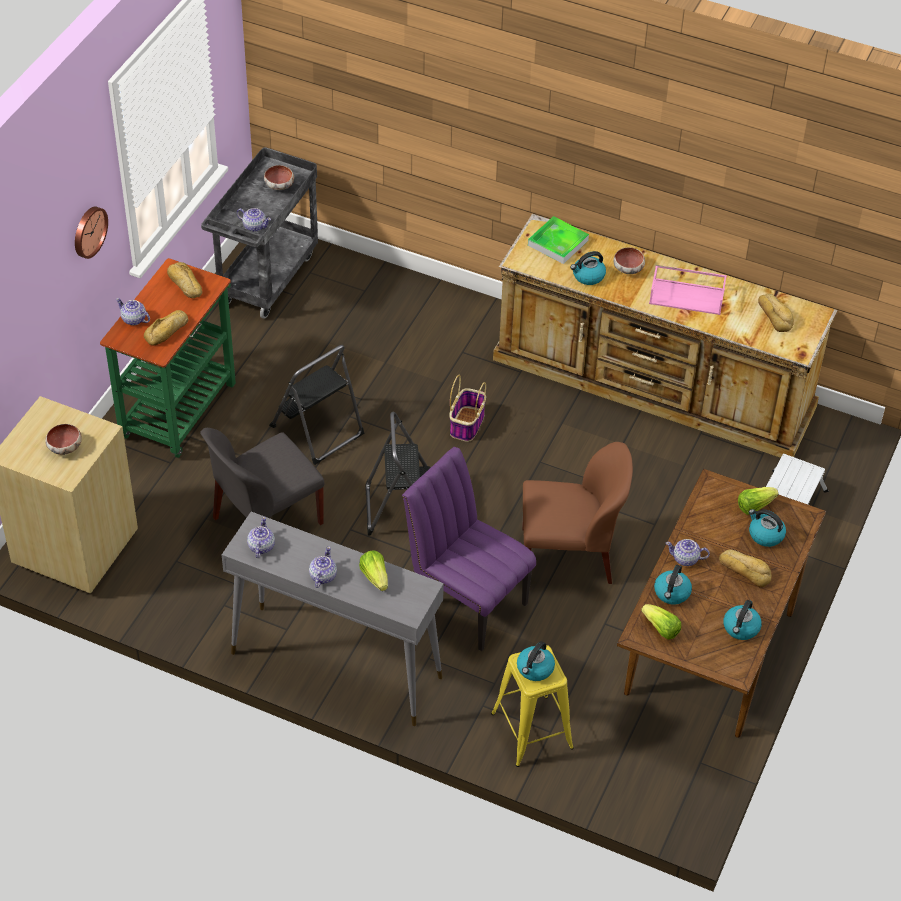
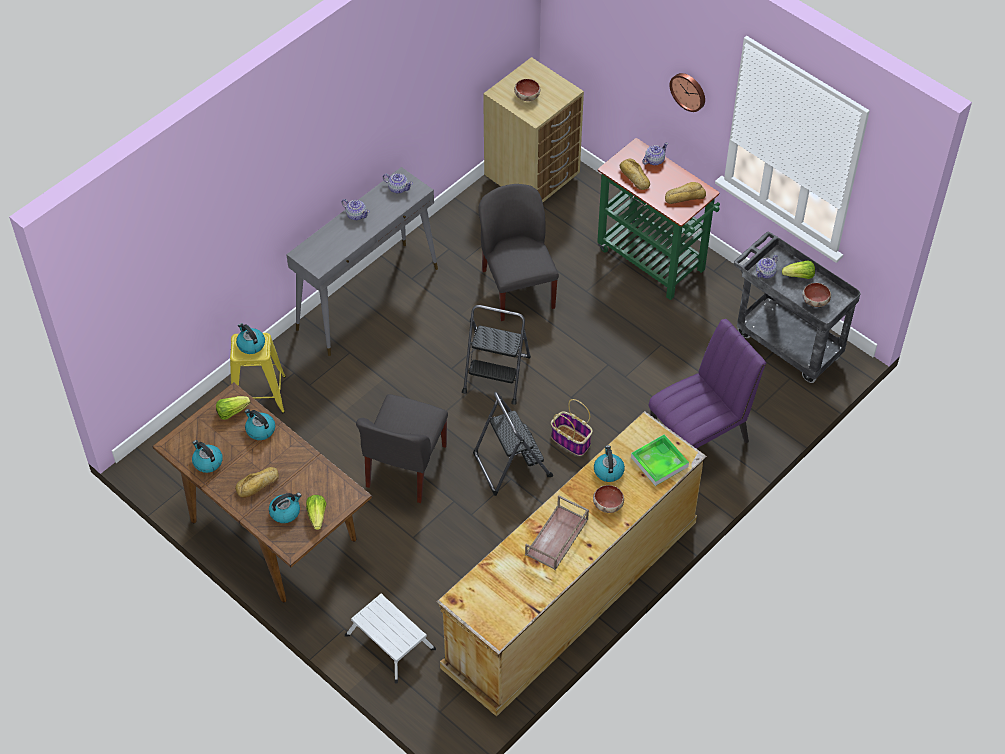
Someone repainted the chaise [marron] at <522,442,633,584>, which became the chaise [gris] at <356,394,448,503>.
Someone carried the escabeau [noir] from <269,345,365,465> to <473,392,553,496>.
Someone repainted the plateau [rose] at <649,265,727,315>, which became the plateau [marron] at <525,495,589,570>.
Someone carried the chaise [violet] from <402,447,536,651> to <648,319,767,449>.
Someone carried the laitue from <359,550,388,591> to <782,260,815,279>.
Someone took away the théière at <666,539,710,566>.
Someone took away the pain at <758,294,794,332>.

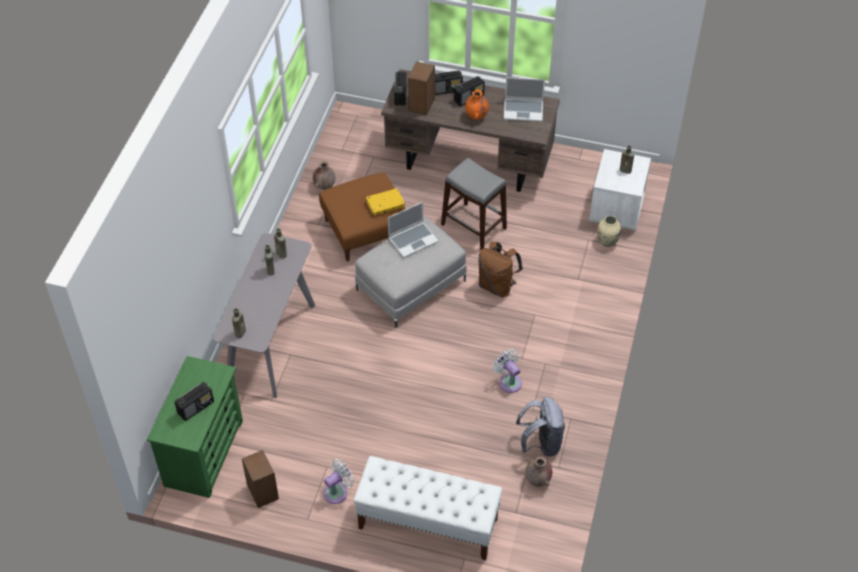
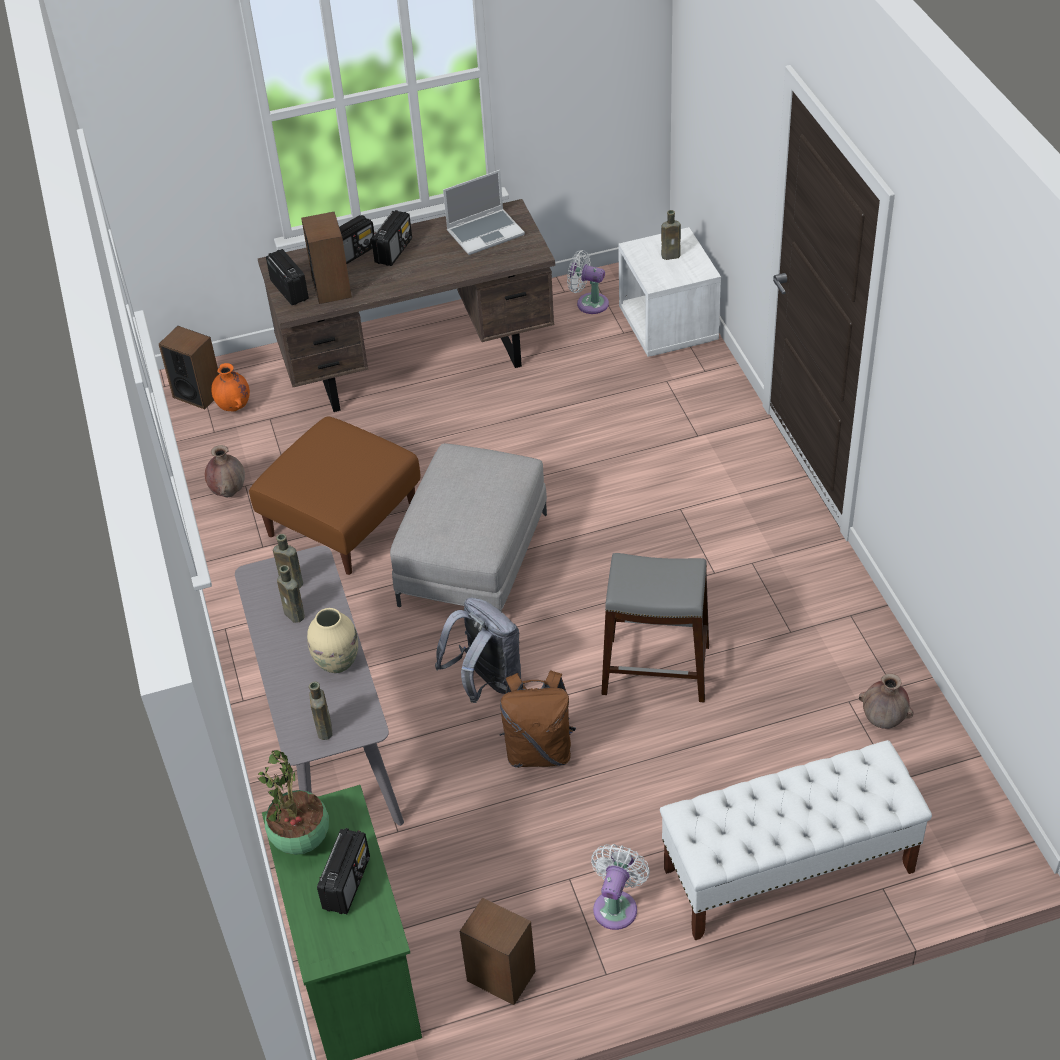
Someone put down the enceinte at <159,326,219,410>.
Someone carried the vase [orange] from <465,90,489,120> to <211,363,250,412>.
Someone put down the plante en pot at <258,750,329,855>.
Someone carried the vase [beige] from <597,216,621,247> to <307,608,358,673>.
Someone carried the sac à dos [gris] from <516,397,565,457> to <435,598,521,703>.
Someone carried the sac à dos [marron] from <479,242,523,297> to <500,670,576,768>.
Someone carried the ventilateur [blanc] from <493,349,522,393> to <567,250,609,314>.
Someone carried the tabouret [gris] from <441,158,507,250> to <601,553,709,702>.
Someone took away the livre [jaune] at <366,189,405,216>.
Someone took away the ordinateur portable at <388,202,439,258>.

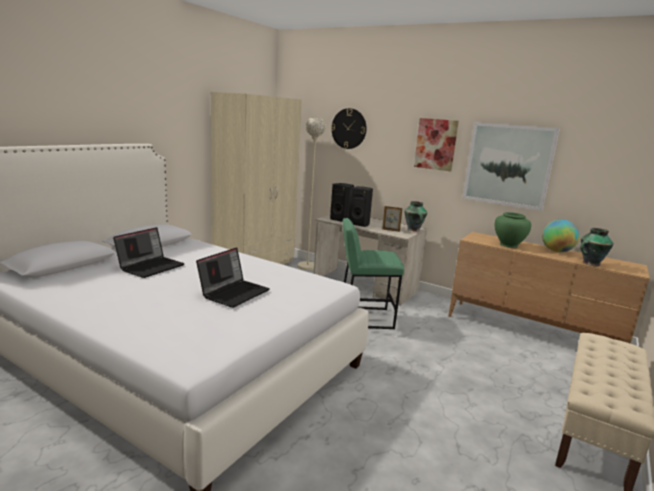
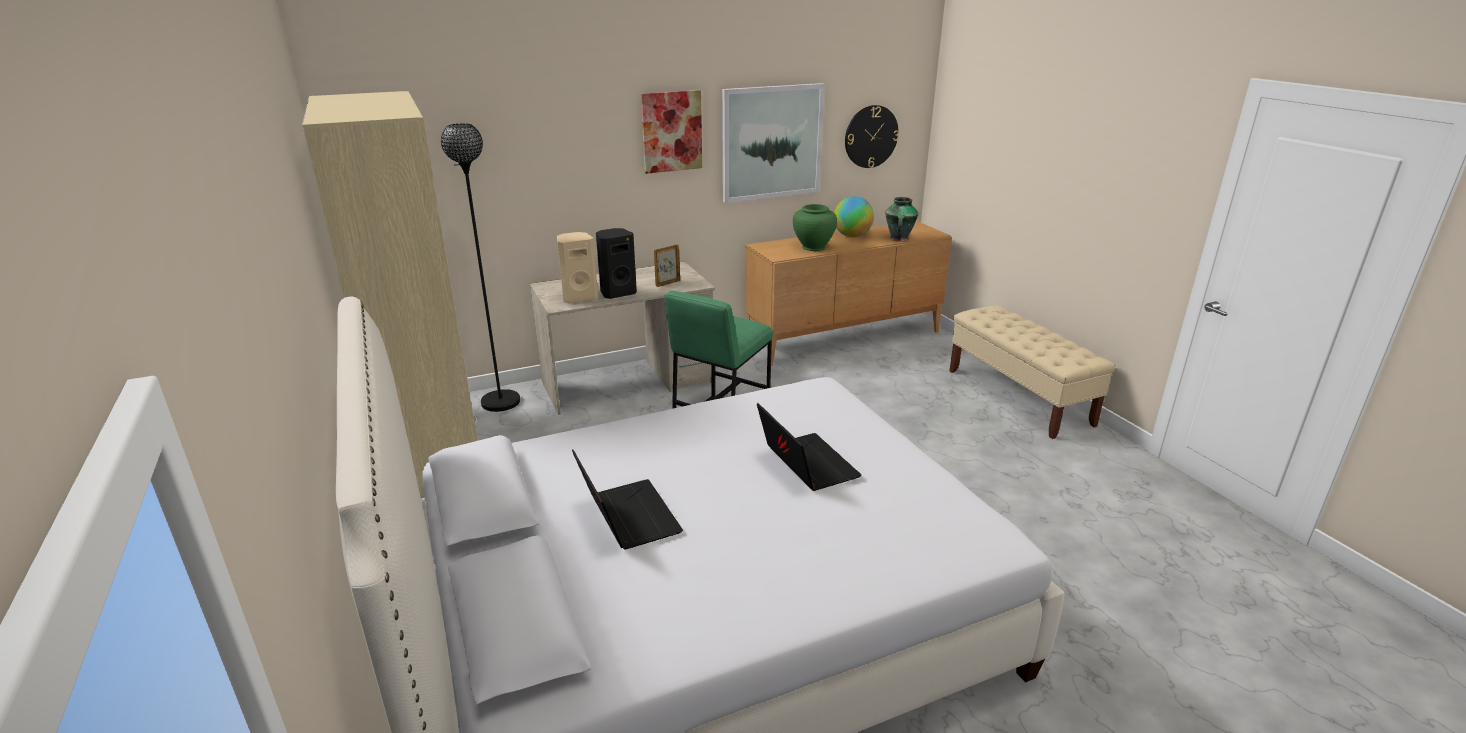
Someone repainted the lampadaire [beige] at <297,118,326,270>, which became the lampadaire [noir] at <441,123,520,412>.
Someone repainted the enceinte [noir] at <330,183,354,222>, which became the enceinte [beige] at <557,232,598,303>.
Someone carried the horloge murale from <331,108,367,149> to <845,105,899,168>.
Someone took away the vase at <404,201,427,232>.

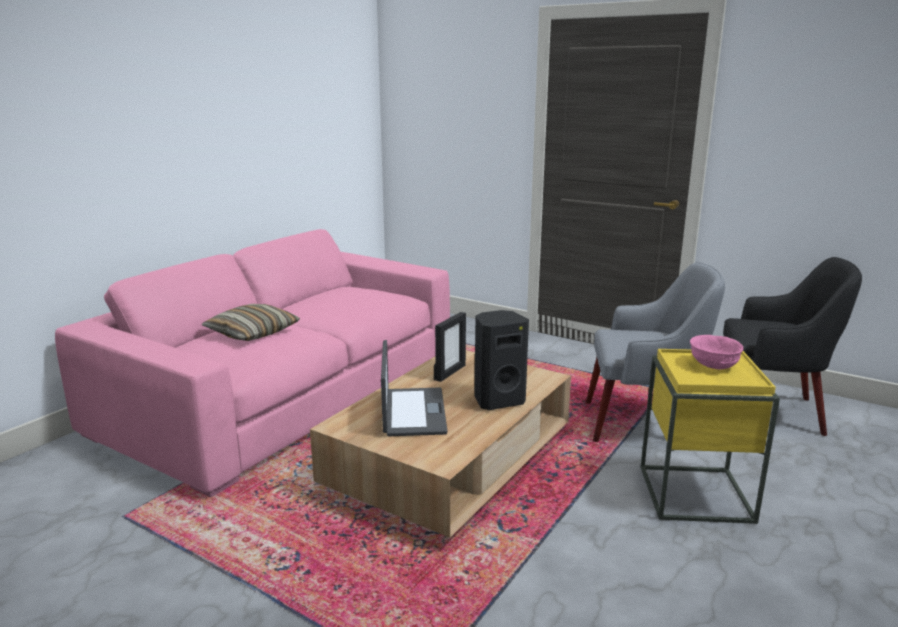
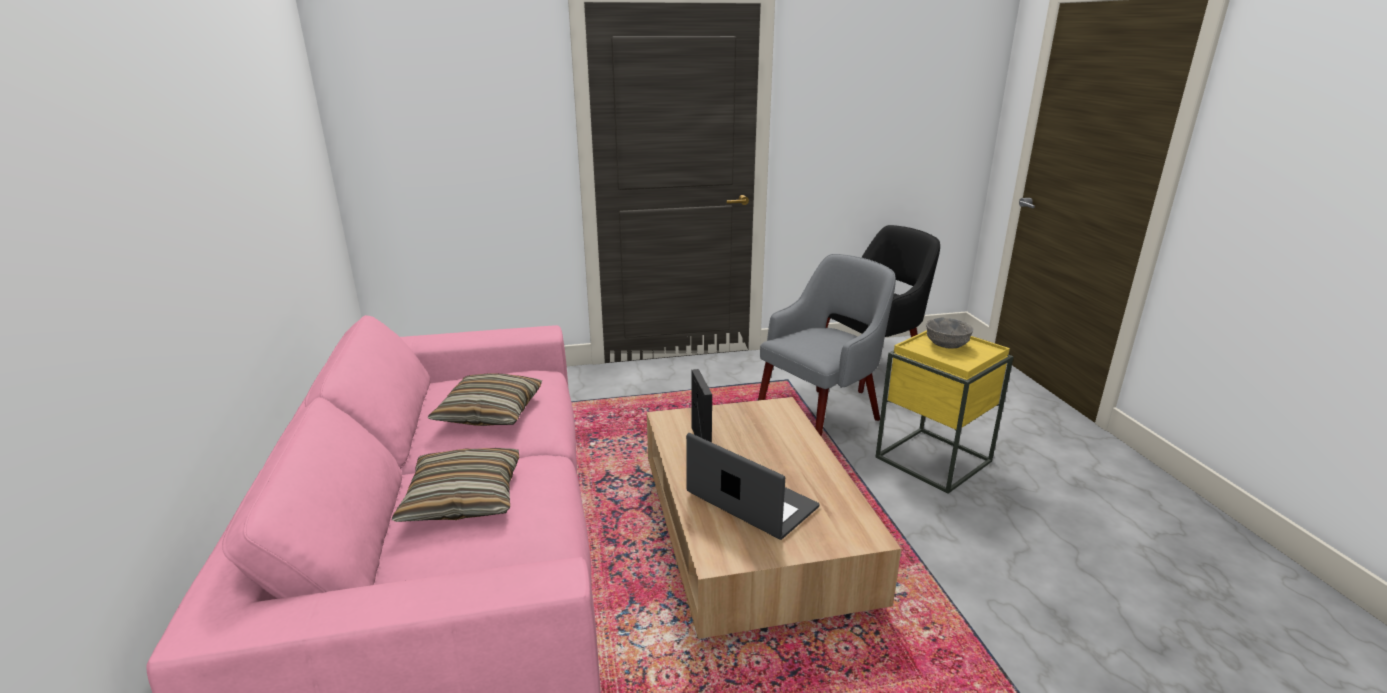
Someone put down the coussin at <428,373,542,426>.
Someone repainted the bol [rose] at <690,335,743,369>, which became the bol [gris] at <926,317,974,349>.
Someone took away the enceinte [noir] at <474,310,529,410>.

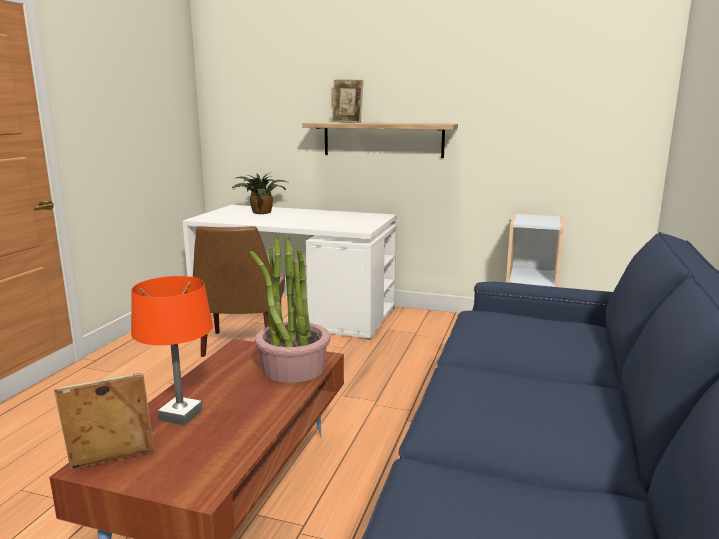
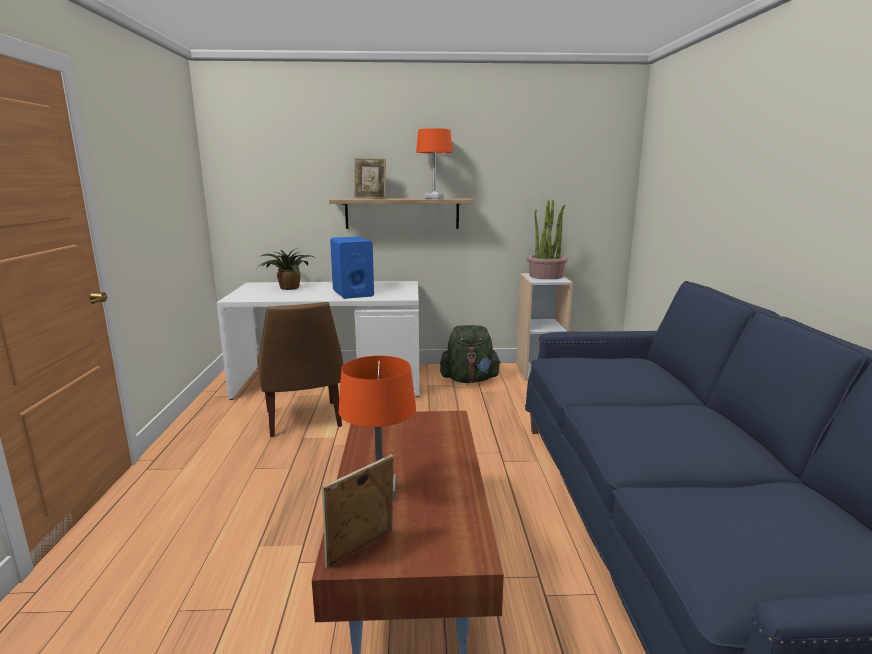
Someone put down the enceinte [bleu] at <330,237,374,299>.
Someone put down the lampe de table [orange] at <416,128,452,199>.
Someone put down the sac à dos [vert] at <440,325,501,383>.
Someone carried the plante en pot from <250,235,330,383> to <527,200,568,279>.

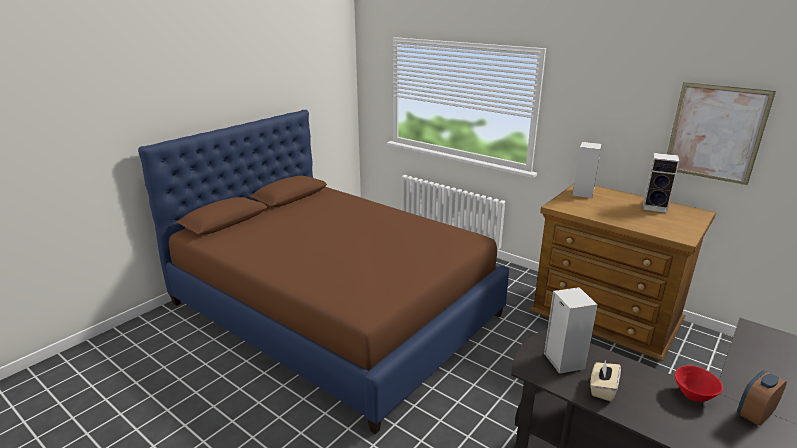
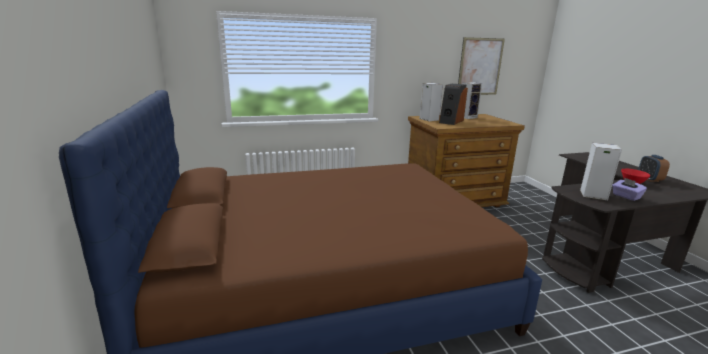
Someone put down the enceinte at <439,84,468,125>.
Someone repainted the boîte à mouchoirs [beige] at <590,360,621,401>, which became the boîte à mouchoirs [violet] at <612,177,647,201>.

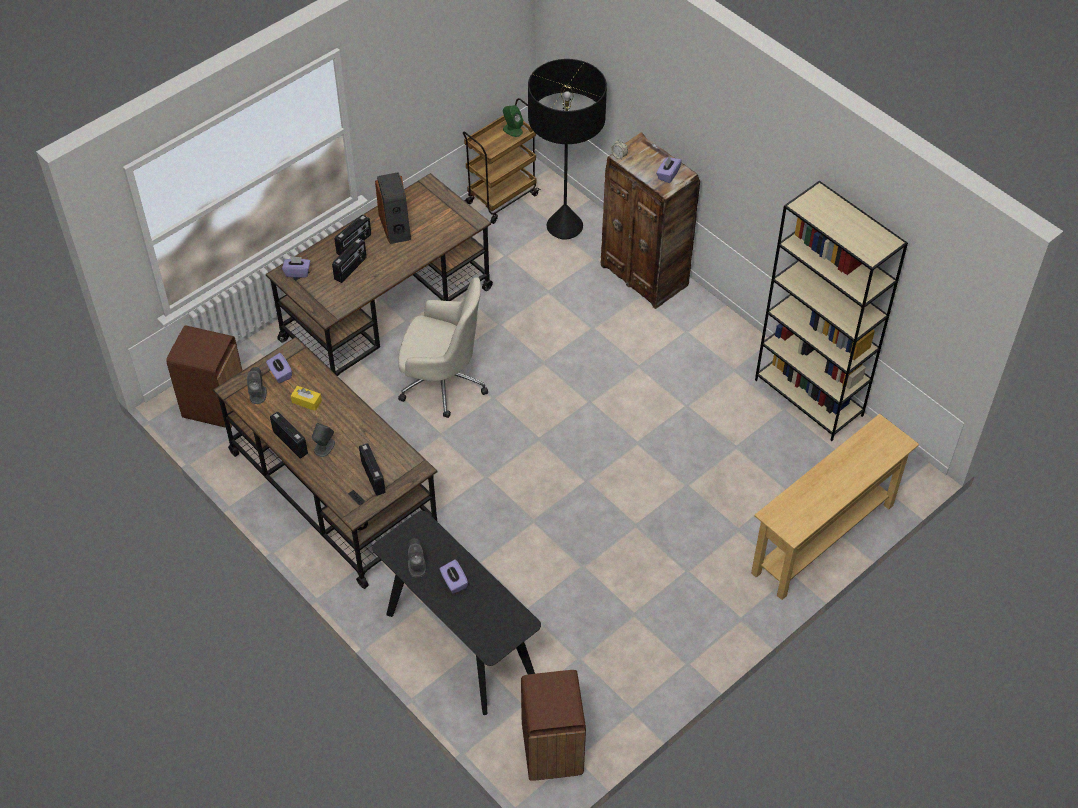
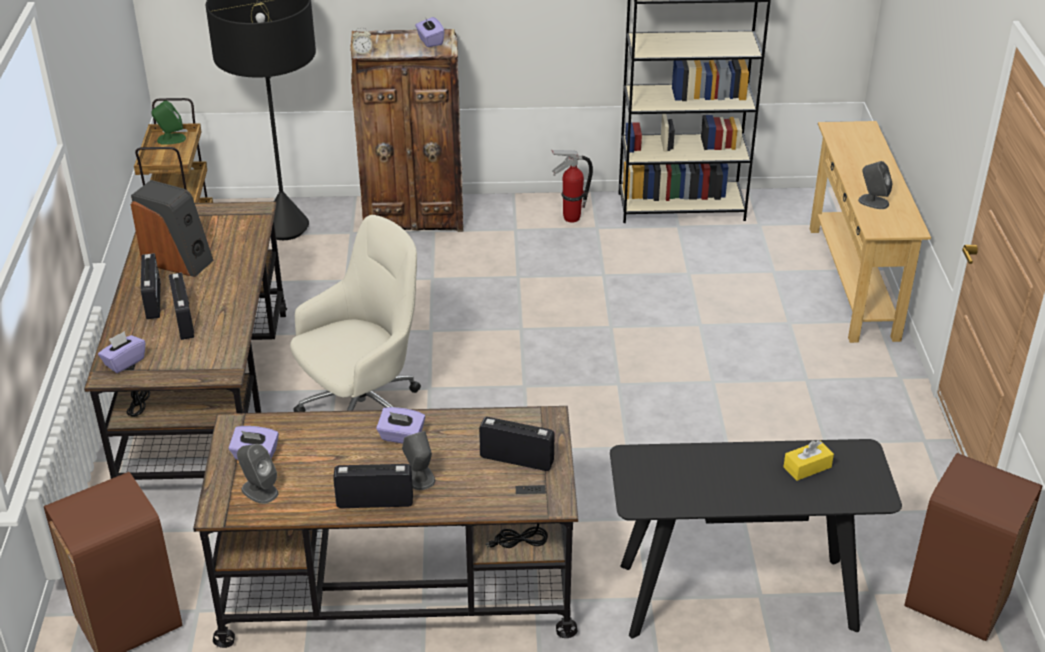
Someone carried the boîte à mouchoirs [violet] from <440,559,468,594> to <376,407,425,444>.
Someone put down the extincteur at <552,150,593,223>.
Someone carried the boîte à mouchoirs [jaune] from <291,386,322,411> to <783,440,834,481>.
Someone carried the enceinte [gris] from <408,538,426,577> to <858,161,893,209>.

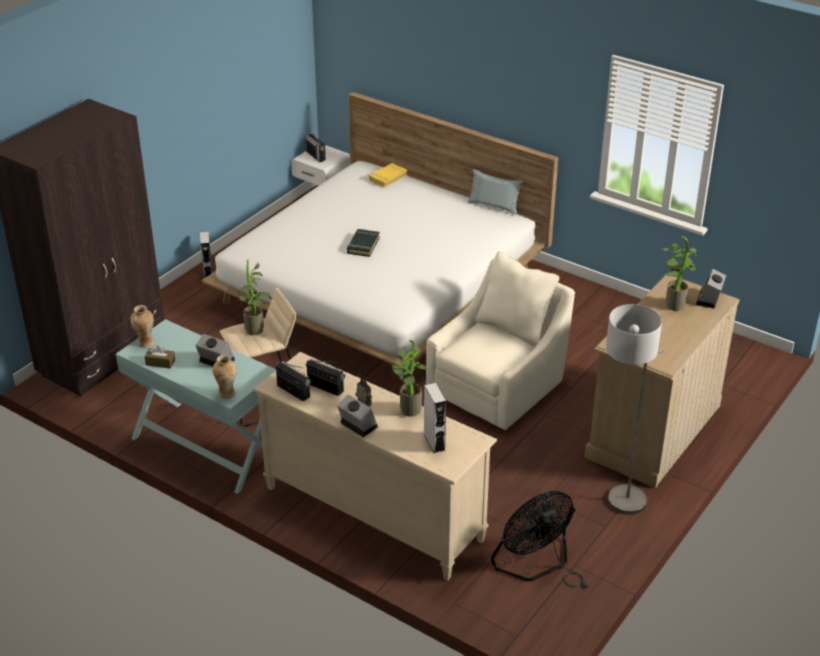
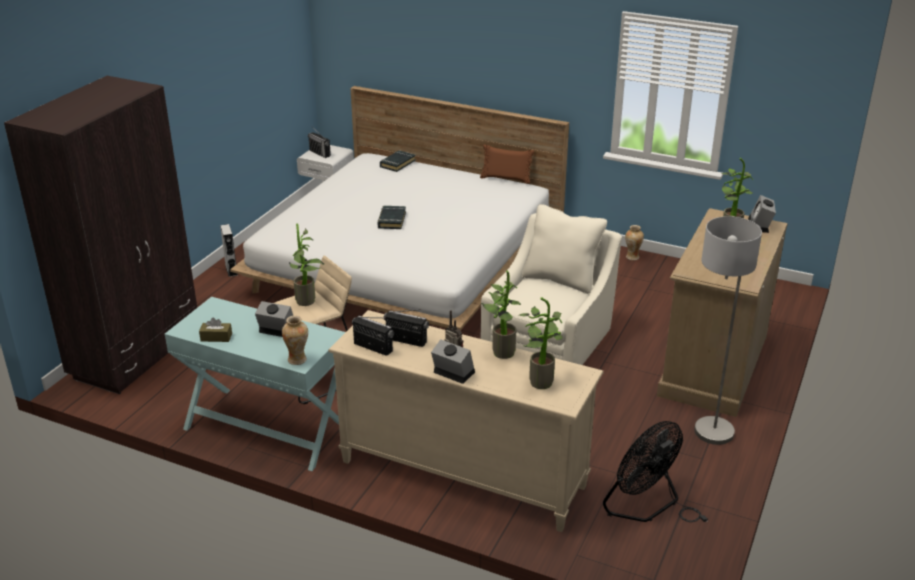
Someone repainted the livre [jaune] at <369,163,408,188>, which became the livre [noir] at <380,150,416,172>.
Someone repainted the coussin [bleu] at <468,169,523,214>, which became the coussin [marron] at <480,144,534,184>.
Someone swapped the enceinte [gris] at <424,383,446,453> for the plante en pot at <518,297,563,389>.
Someone carried the vase from <130,305,154,348> to <625,225,644,260>.

